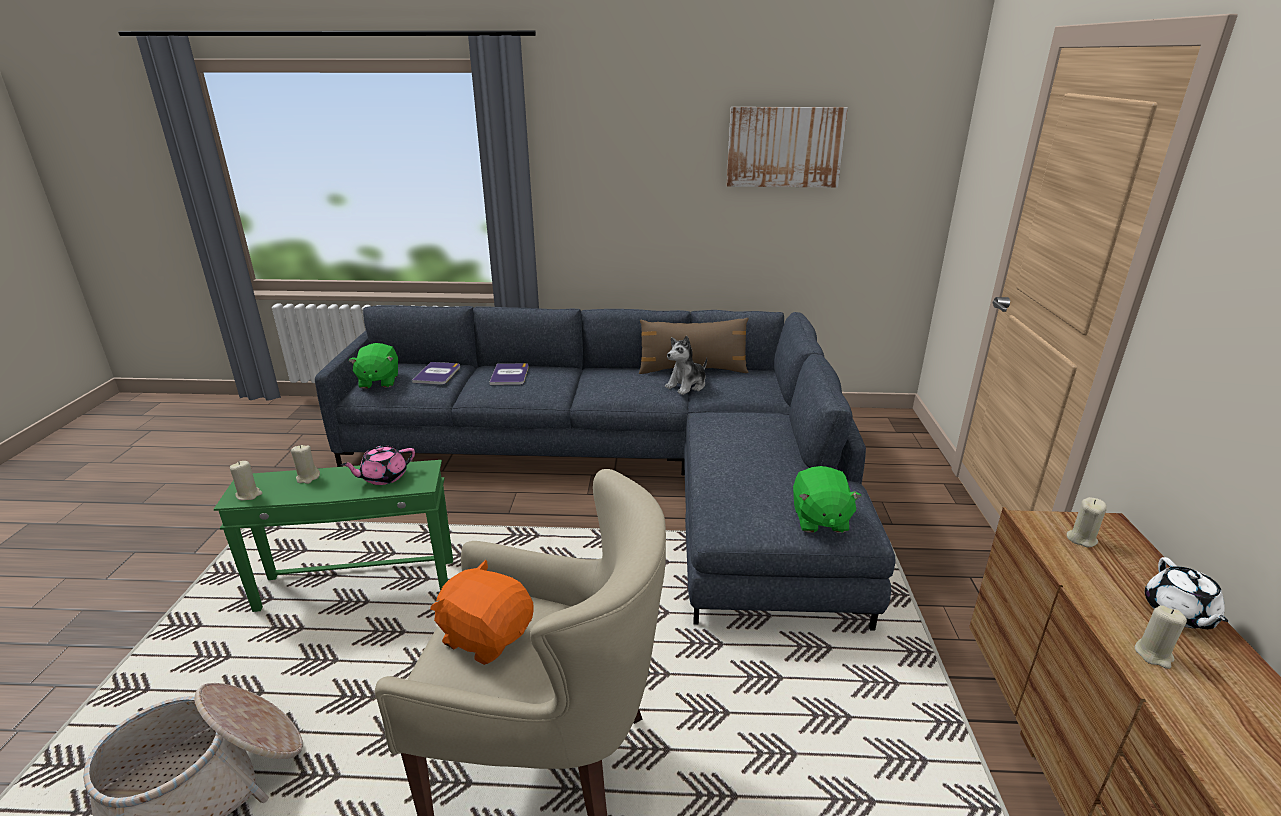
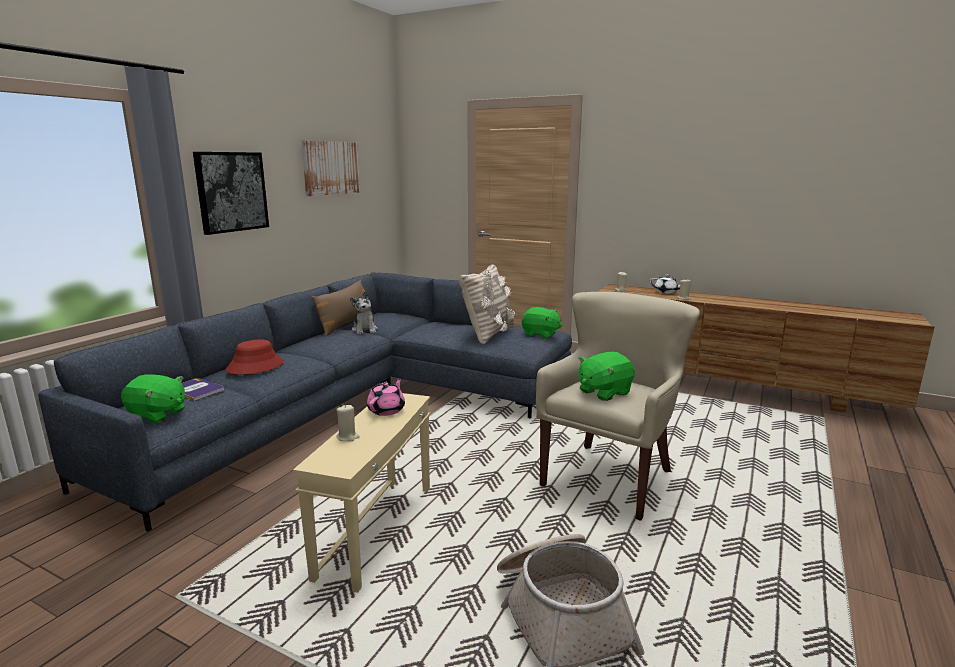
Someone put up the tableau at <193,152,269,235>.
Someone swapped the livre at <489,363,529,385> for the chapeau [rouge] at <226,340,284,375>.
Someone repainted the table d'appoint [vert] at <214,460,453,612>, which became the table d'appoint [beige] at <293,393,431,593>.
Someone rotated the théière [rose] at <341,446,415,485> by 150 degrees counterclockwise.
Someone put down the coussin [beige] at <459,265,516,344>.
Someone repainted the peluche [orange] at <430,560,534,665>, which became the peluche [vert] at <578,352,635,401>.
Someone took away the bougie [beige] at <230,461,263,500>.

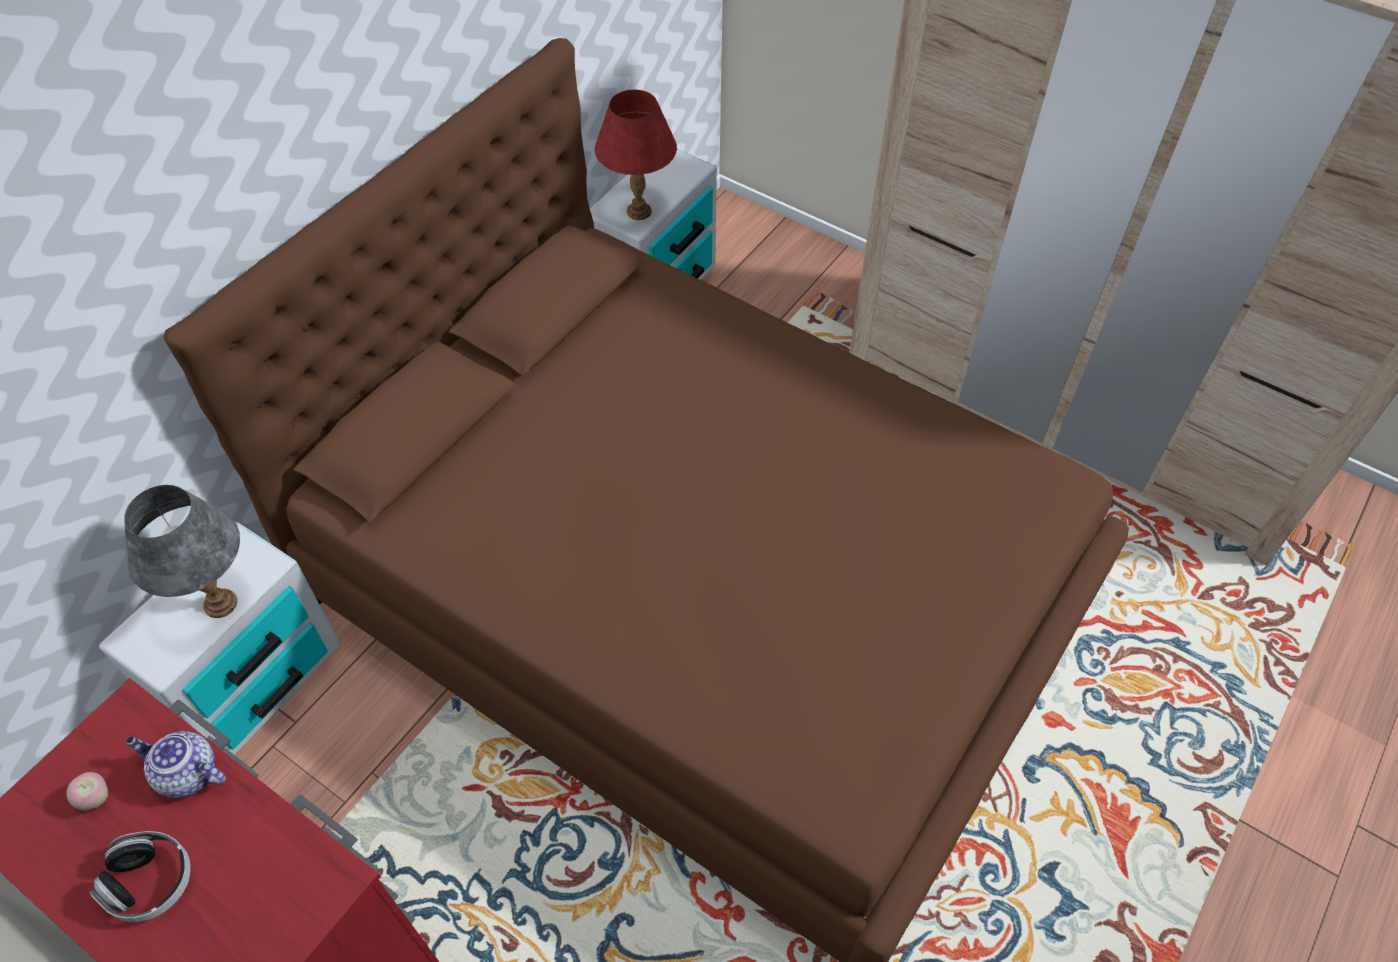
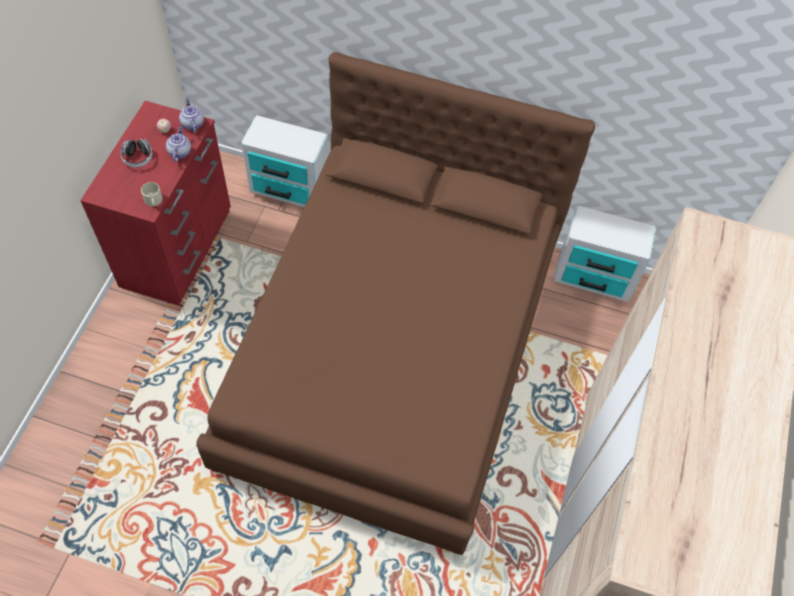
Someone put down the mug [beige] at <141,182,162,206>.
Someone put down the théière at <179,99,204,133>.
Someone took away the lampe de table [gris] at <124,485,240,618>.
Someone took away the lampe de table [rouge] at <595,90,677,220>.

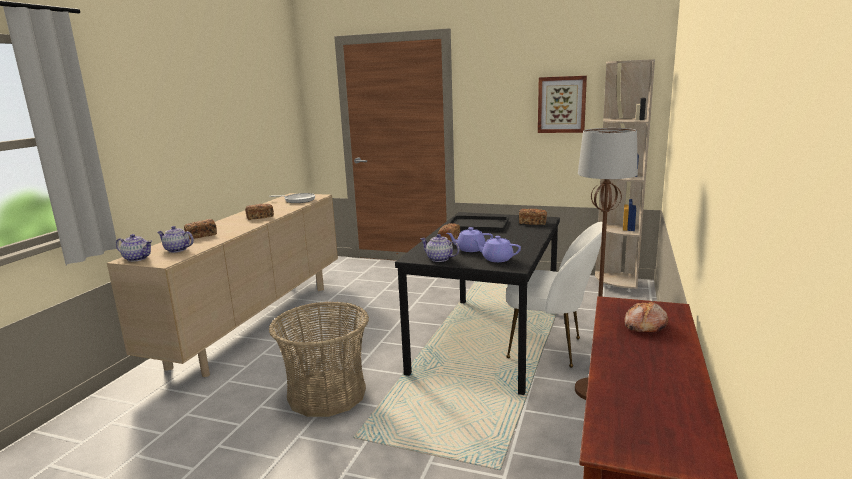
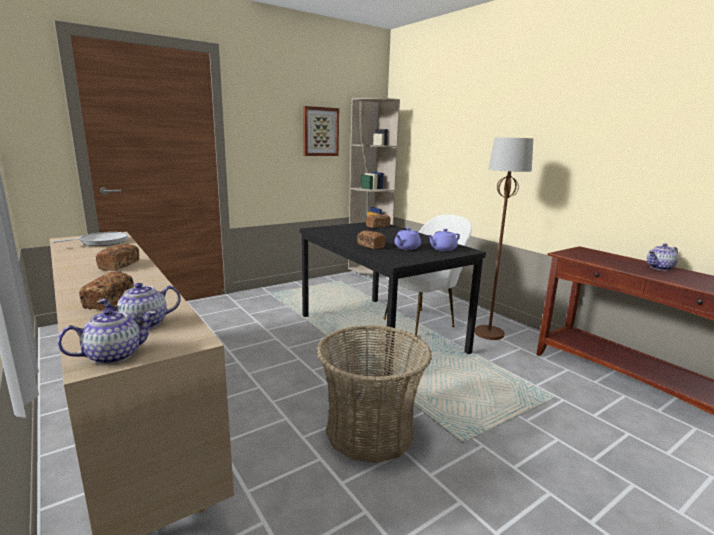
Someone carried the théière from <420,234,459,262> to <647,243,678,271>.
Someone took away the plateau [noir] at <450,215,509,232>.
Someone took away the pain at <625,301,668,332>.

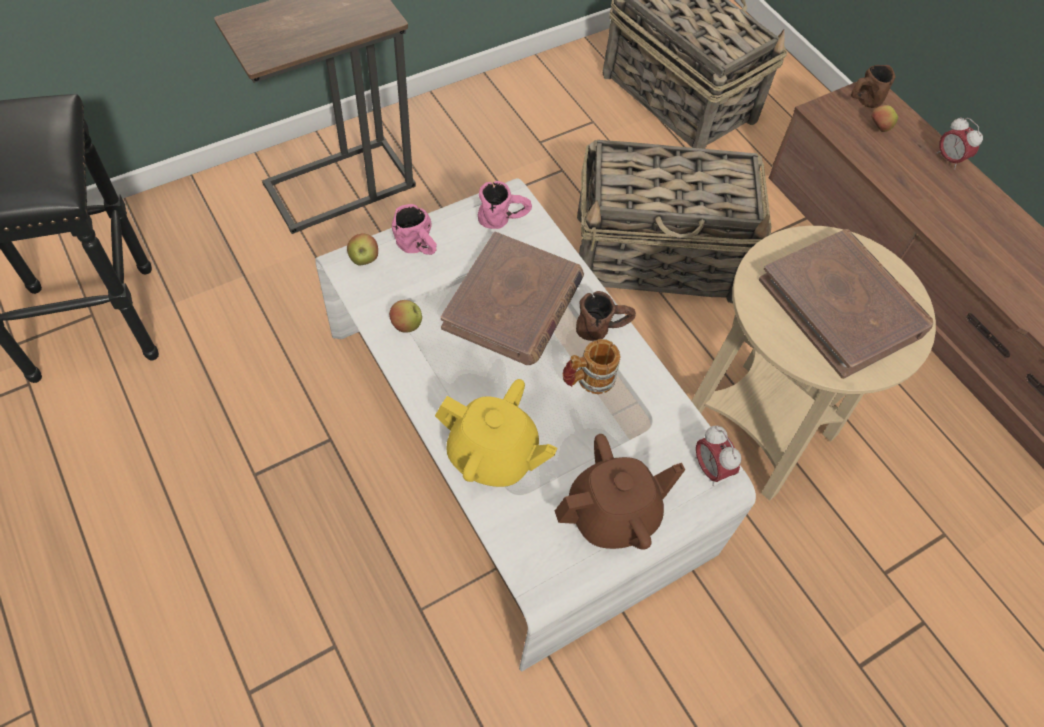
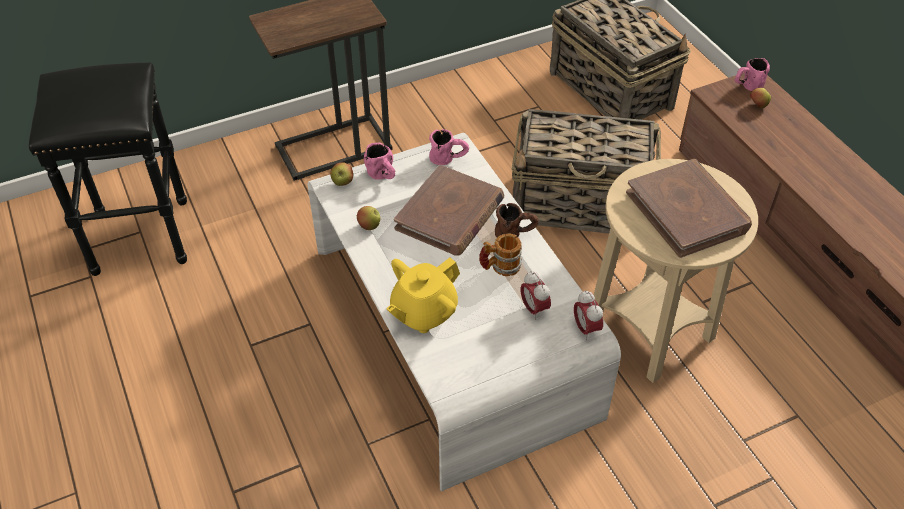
Someone rotated the théière [jaune] at <435,379,558,487> by 105 degrees clockwise.
Someone carried the réveil from <936,117,983,170> to <520,271,551,320>.
Someone repainted the mug [marron] at <851,65,895,108>, which became the mug [rose] at <735,58,770,91>.
Someone took away the théière [marron] at <555,434,685,550>.

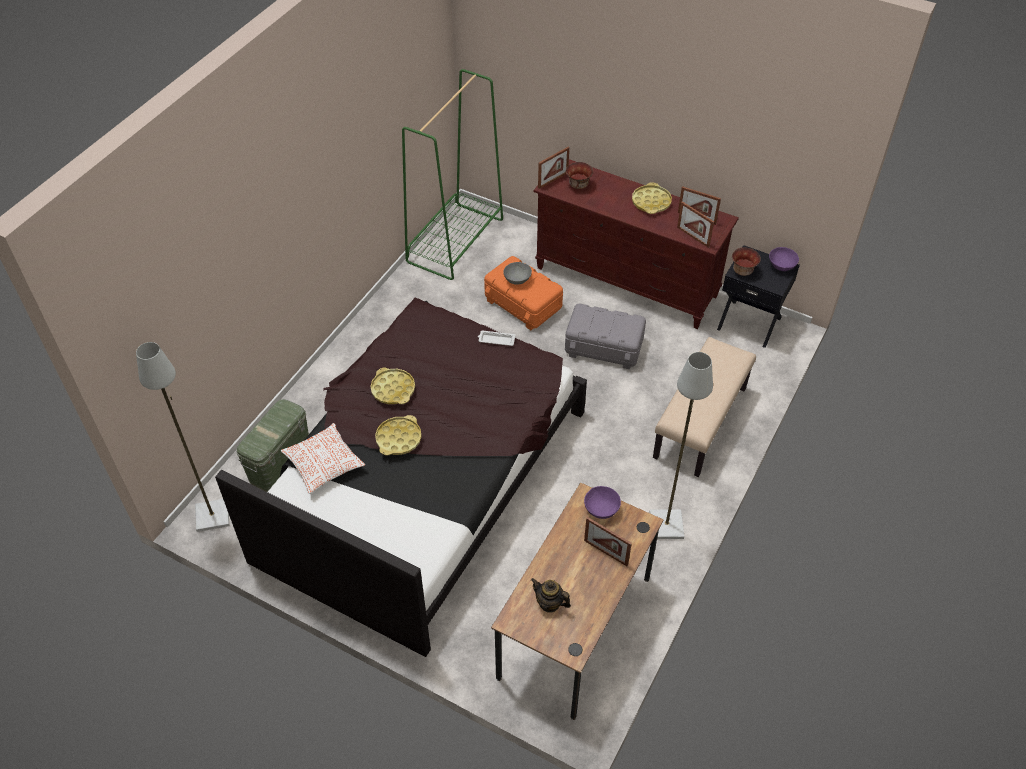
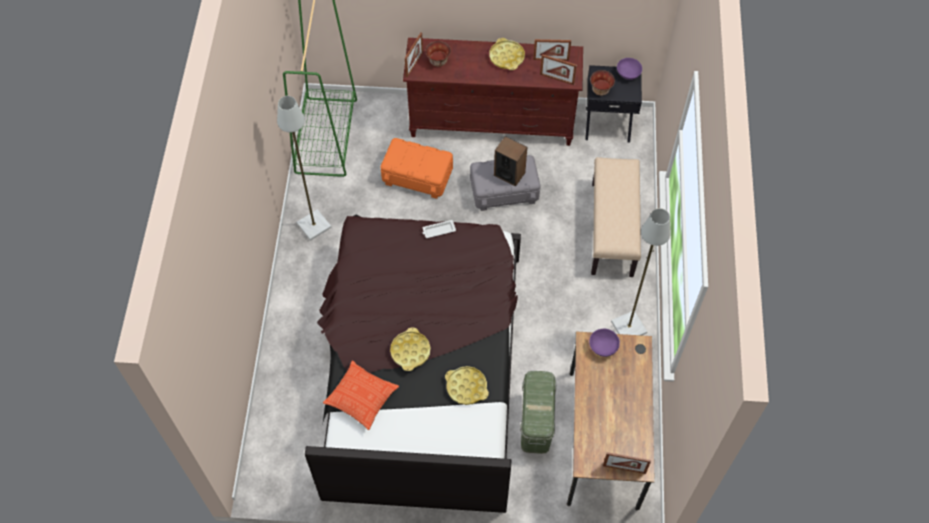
Someone carried the lampadaire [gris] from <136,342,230,532> to <277,96,332,241>.
Someone repainted the coussin [blanc] at <281,423,365,494>, which became the coussin [orange] at <323,361,399,430>.
Someone carried the plateau [jaune] from <370,368,415,404> to <445,366,489,405>.
Someone put down the enceinte at <494,136,527,187>.
Someone carried the boîte de rangement [vert] from <236,399,309,492> to <520,371,556,454>.
Someone carried the cadre photo from <584,517,632,566> to <603,452,651,474>.
Someone took away the bol [gris] at <503,262,532,285>.
Someone took away the théière at <531,578,571,613>.

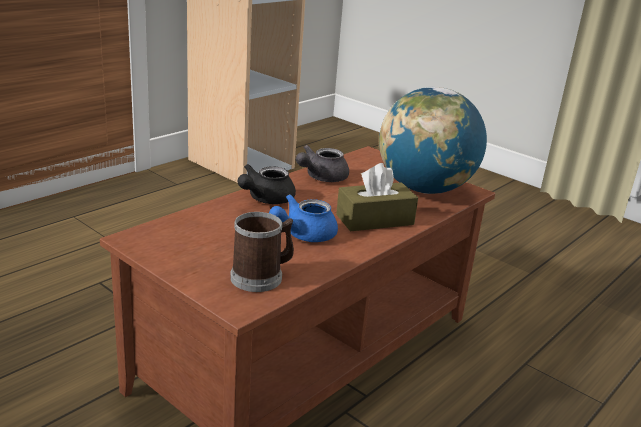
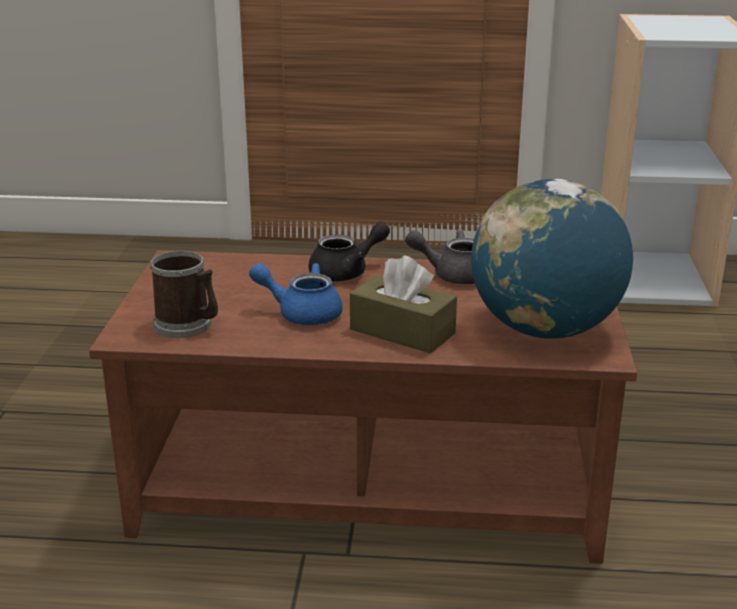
Someone rotated the théière [noir] at <237,164,296,204> by 150 degrees clockwise.

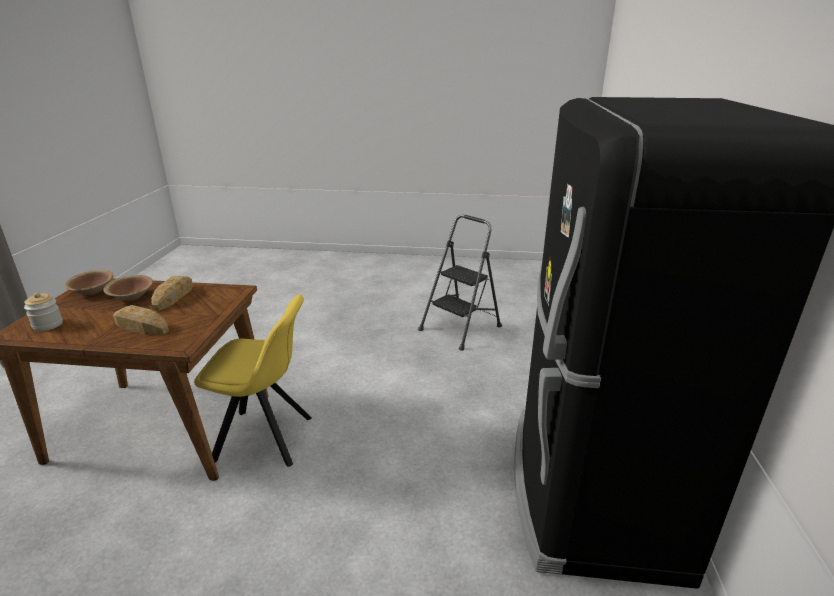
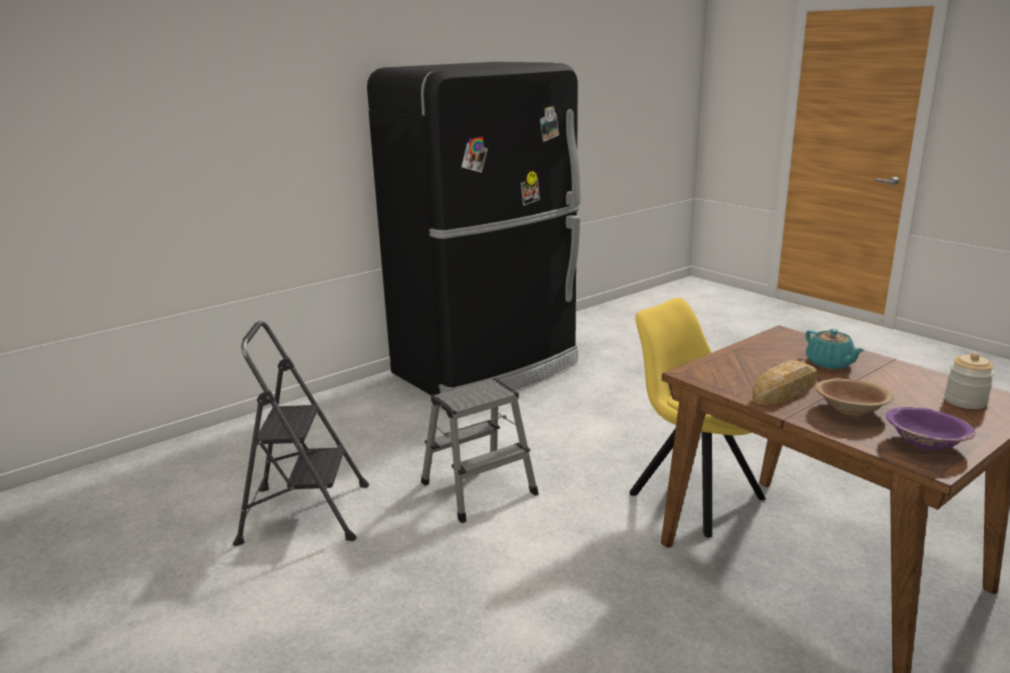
Someone put down the escabeau [gris] at <421,378,539,523>.
Someone swapped the pain at <113,305,169,335> for the théière [turquoise] at <806,329,865,369>.
Someone repainted the bol [marron] at <64,270,113,295>, which became the bol [violet] at <886,407,976,450>.

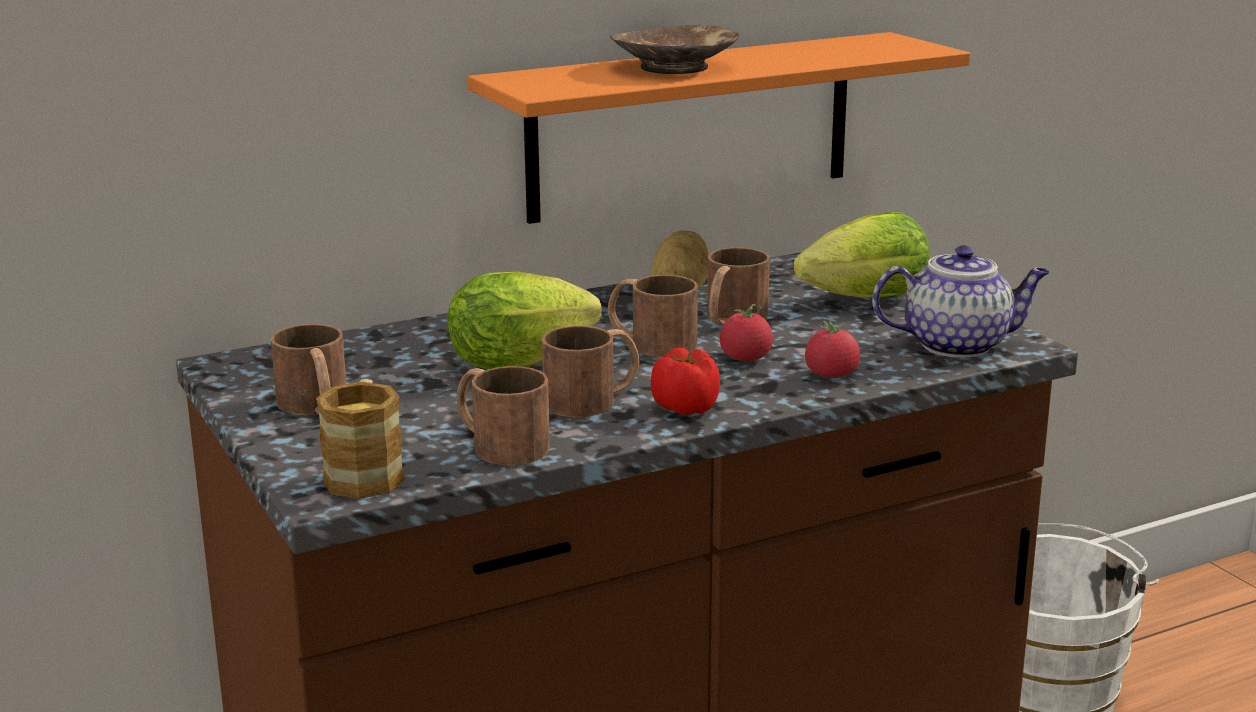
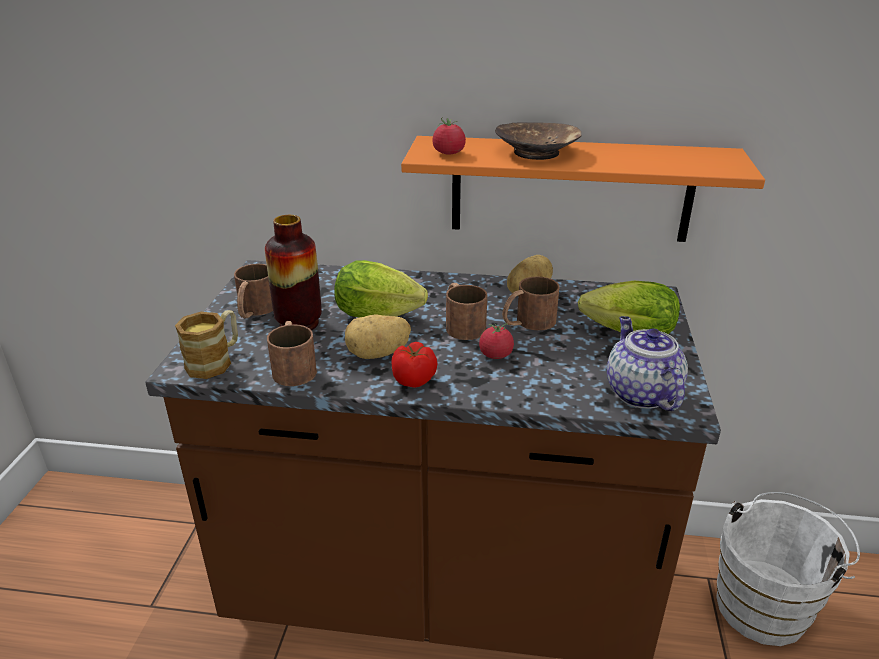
Someone put down the vase at <265,215,322,330>.
Someone swapped the mug [marron] at <542,326,639,417> for the pomme de terre at <345,314,411,359>.
Someone carried the tomate from <805,321,860,378> to <432,117,466,155>.
Someone rotated the théière at <872,245,1050,358> by 135 degrees counterclockwise.

